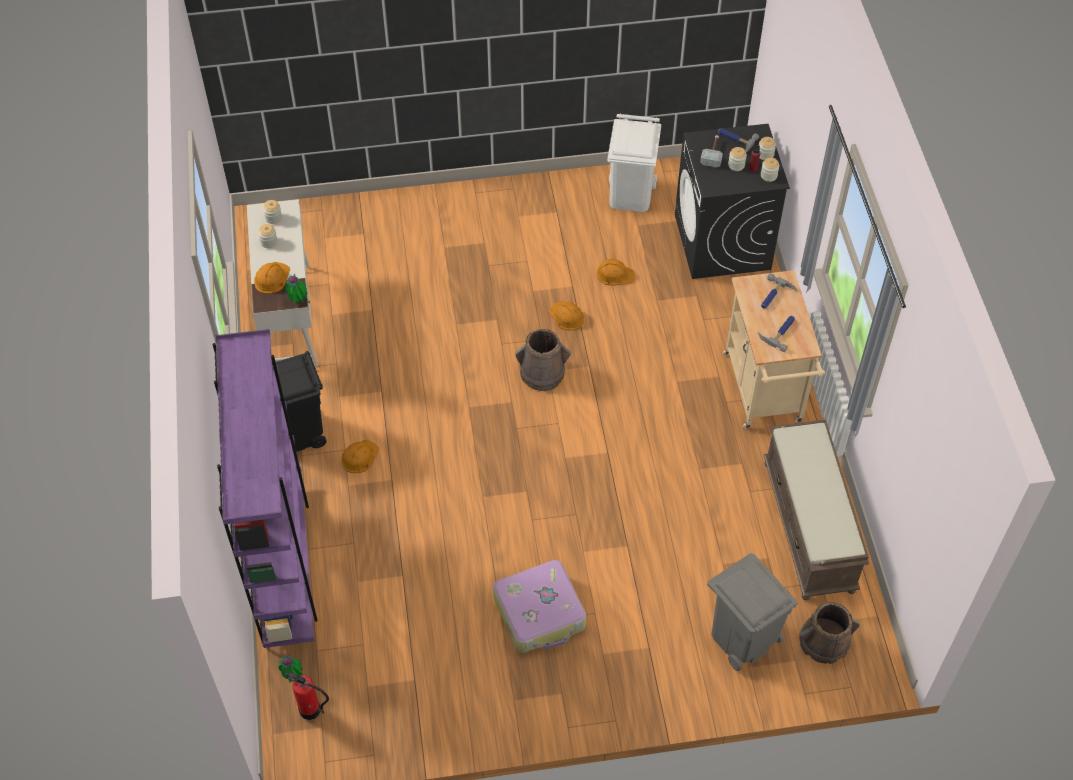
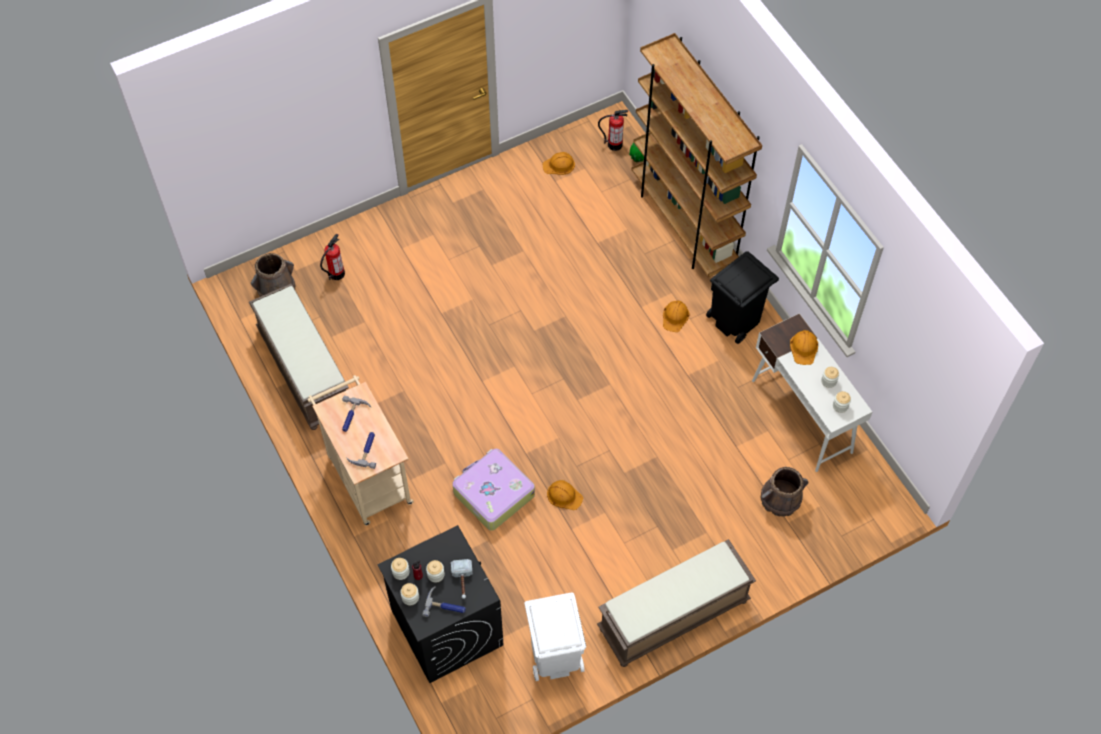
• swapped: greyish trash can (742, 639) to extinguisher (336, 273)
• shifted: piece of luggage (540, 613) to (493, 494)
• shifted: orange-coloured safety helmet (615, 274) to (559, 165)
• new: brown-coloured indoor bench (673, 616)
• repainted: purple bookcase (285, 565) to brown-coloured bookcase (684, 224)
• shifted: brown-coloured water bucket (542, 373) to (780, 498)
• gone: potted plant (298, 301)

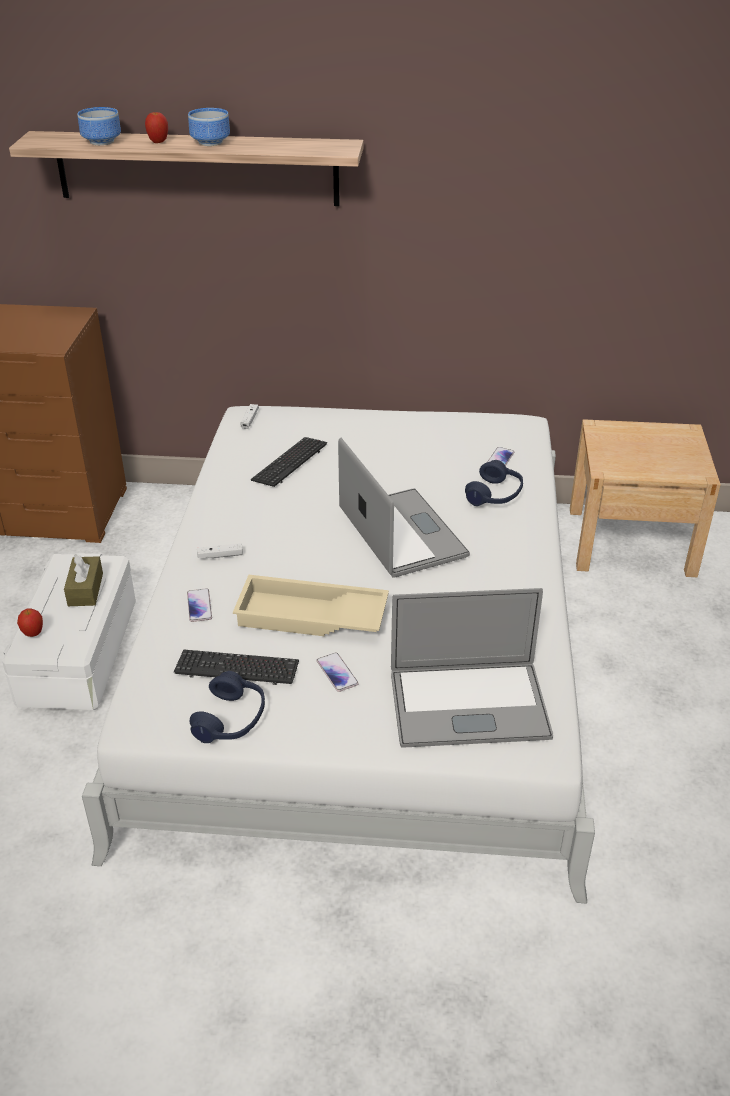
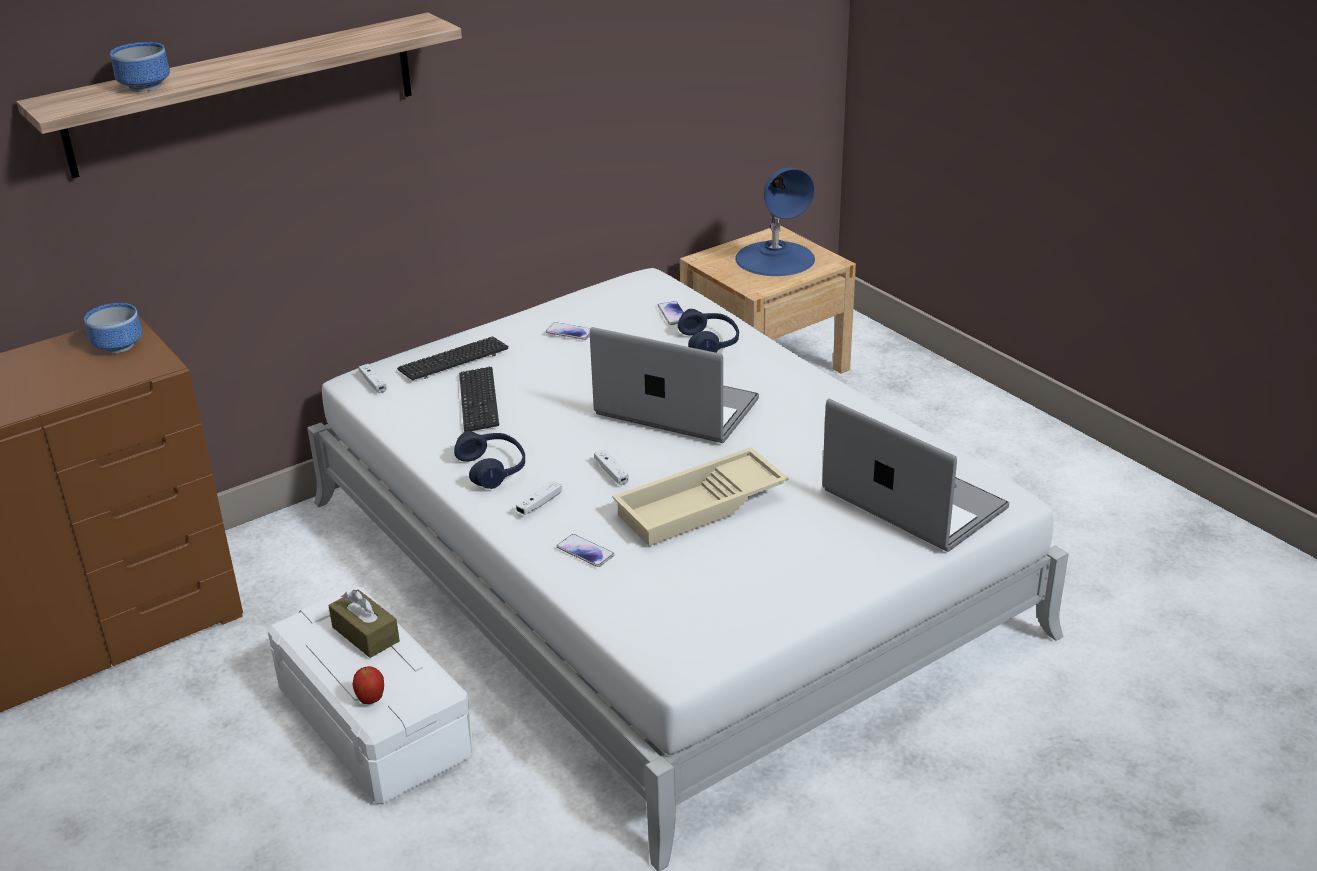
• shifted: serving bowl (210, 143) to (119, 346)
• shifted: PC keyboard (237, 669) to (453, 360)
• shifted: blue-coloured headphones (231, 719) to (493, 468)
• shifted: handset (337, 673) to (569, 332)
• new: whitish game controller (611, 472)
• new: blue-coloured table lamp (775, 258)
• rotated: notebook computer (468, 704) = (914, 500) 90 degrees counterclockwise
• gone: apple fruit (158, 142)

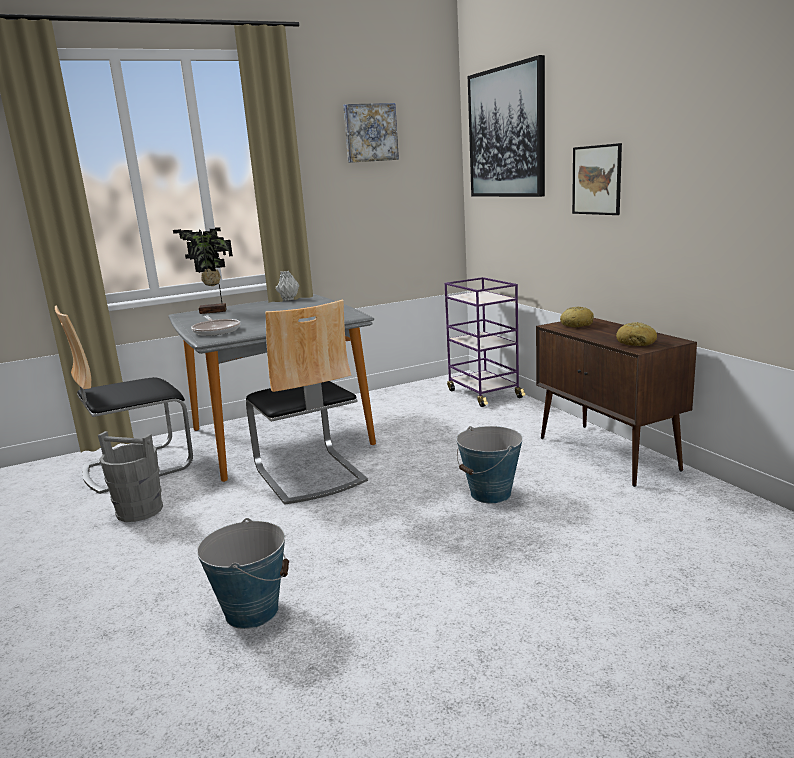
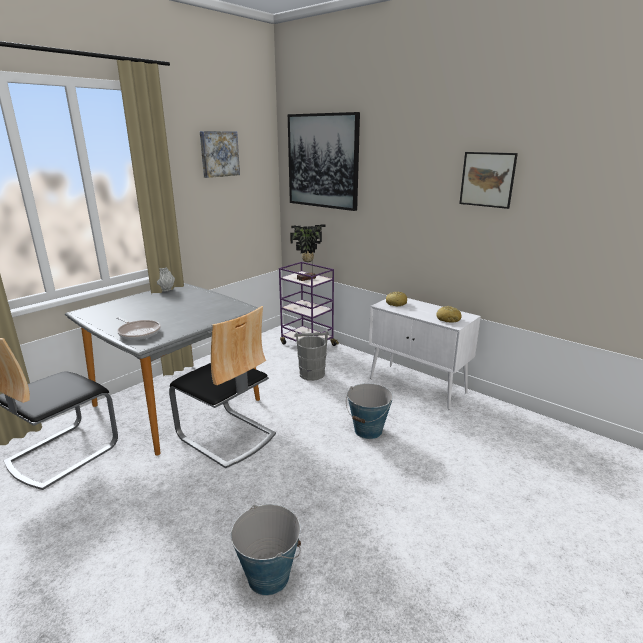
• shifted: potted plant (213, 312) to (307, 279)
• shifted: greyish water bucket (140, 511) to (312, 374)
• repainted: brown-coloured storage cabinet (608, 454) to whitish storage cabinet (418, 386)
• shifted: wall art (596, 180) to (487, 179)

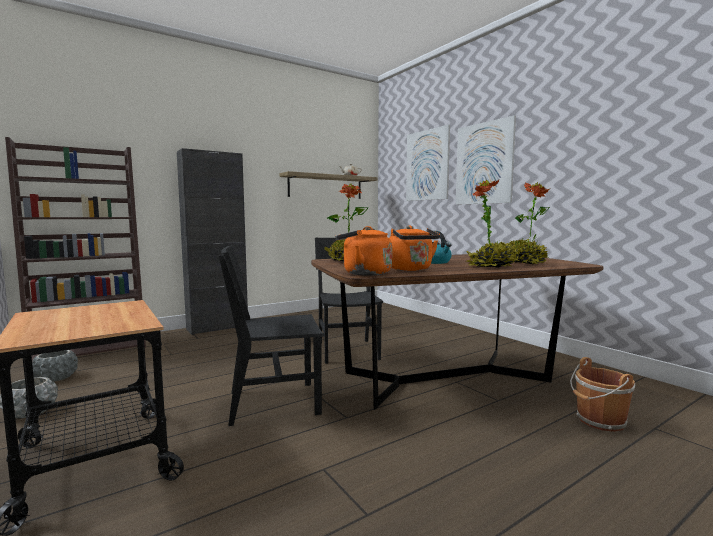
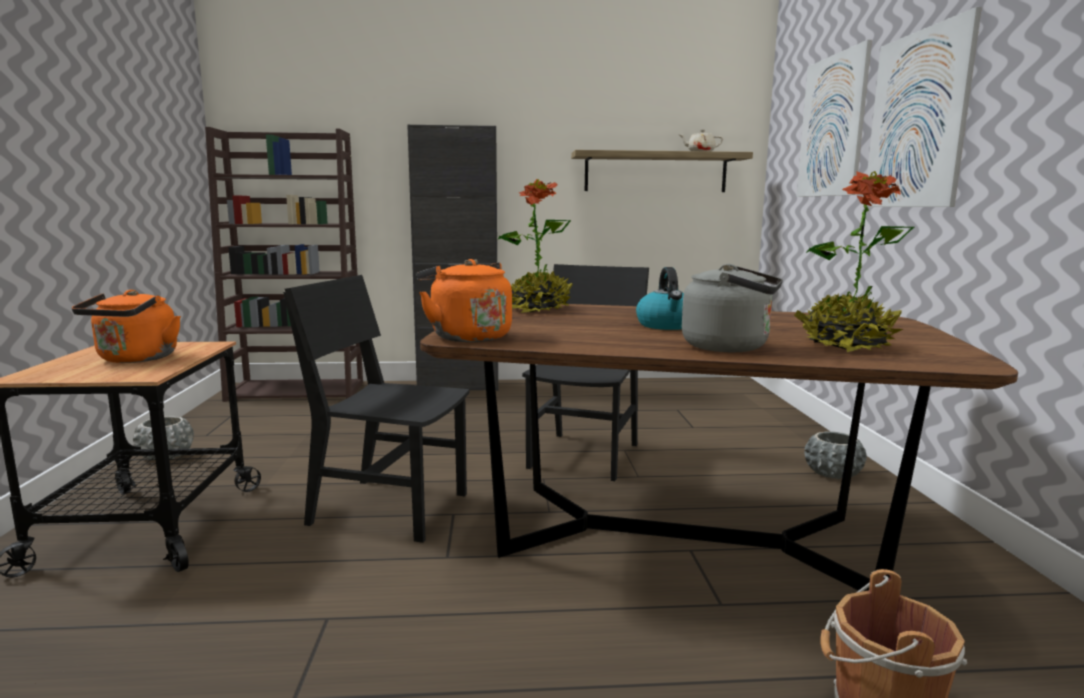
• shifted: orange-coloured water kettle (411, 269) to (135, 359)
• swapped: potted plant (491, 267) to greyish water kettle (730, 347)
• shifted: greyish plant pot (56, 378) to (832, 473)

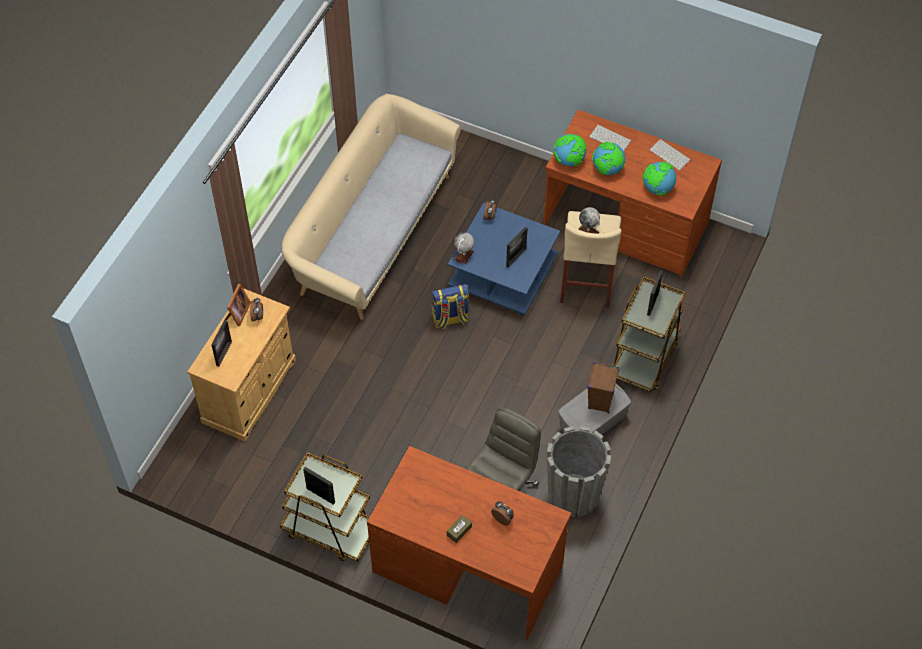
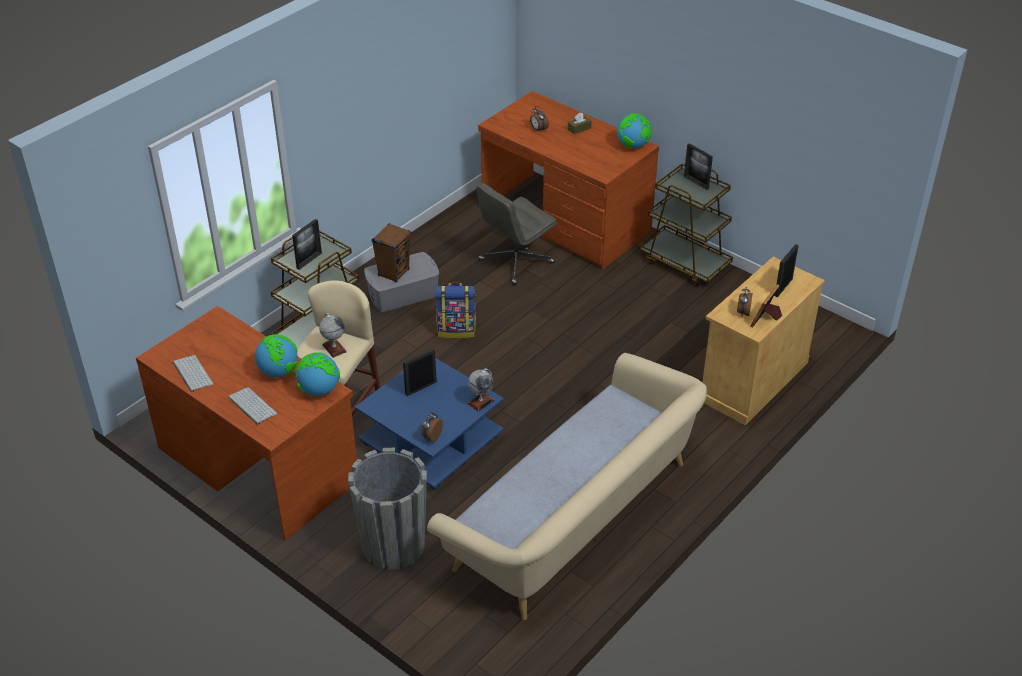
• shifted: greyish plant pot (574, 494) to (393, 545)
• shifted: knapsack (450, 319) to (456, 330)
• shifted: globe (657, 189) to (633, 146)

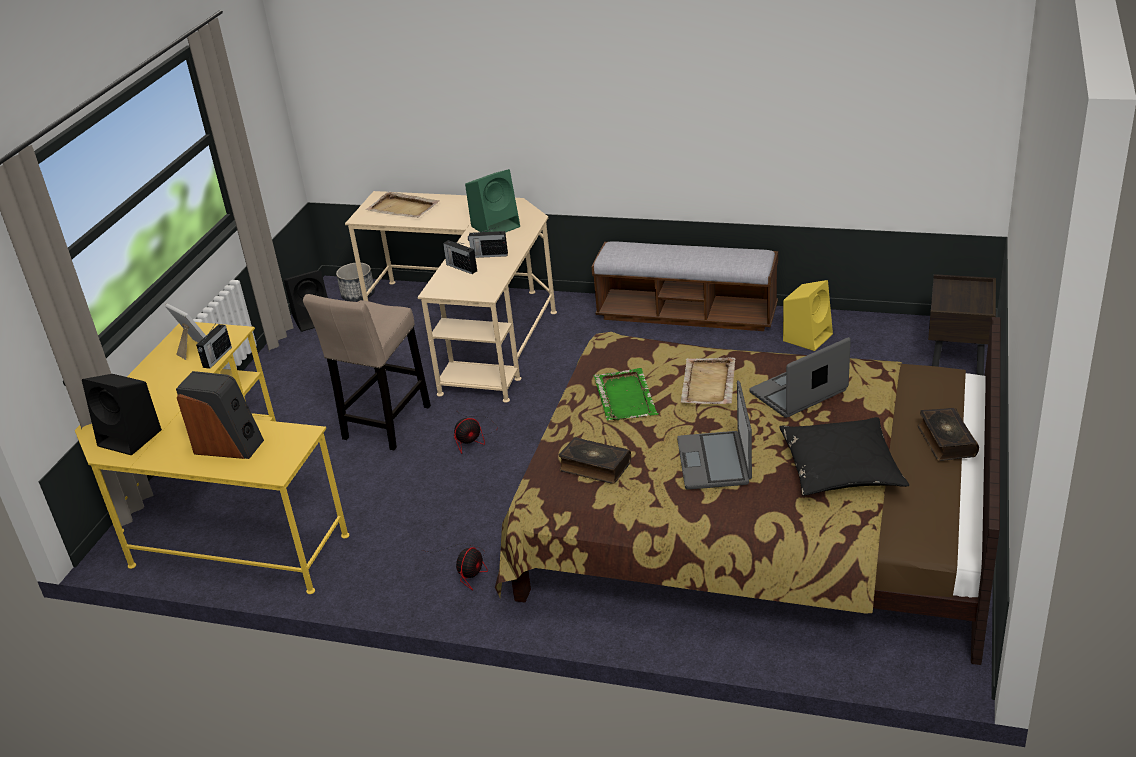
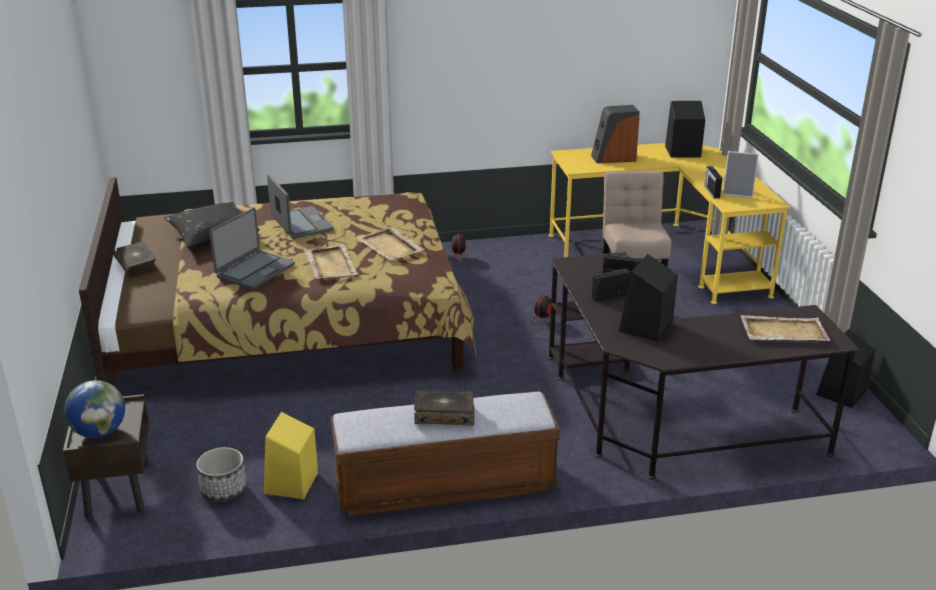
• new: globe (99, 432)
• shifted: plant pot (358, 295) to (224, 490)
• repainted: greenish tray (625, 397) to beige tray (390, 247)
• shifted: volume (594, 467) to (444, 414)
• repainted: beige desk unit (473, 326) to black desk unit (666, 420)
• repainted: greenish audio speaker (496, 226) to black audio speaker (645, 328)

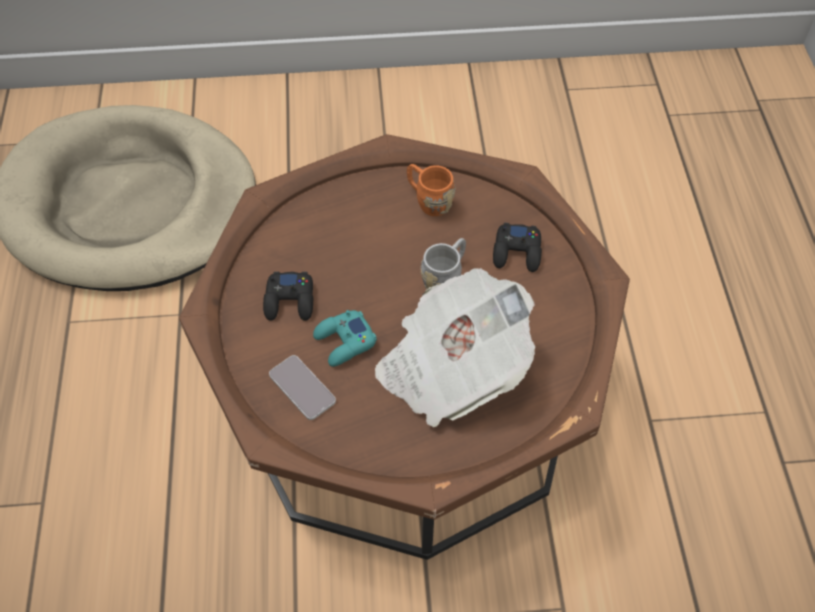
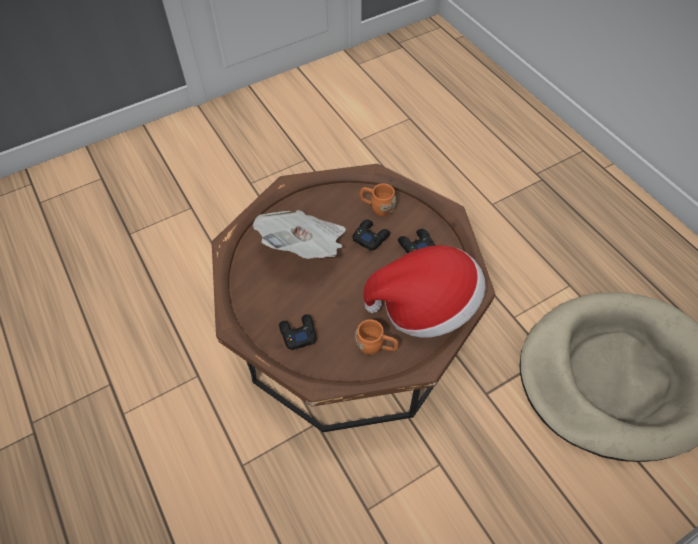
• repainted: blue-green game controller (344, 342) to black game controller (370, 237)
• swapped: handset (302, 388) to orange-coloured mug (377, 207)
• new: wearable hat (424, 306)
• gone: greyish mug (446, 277)

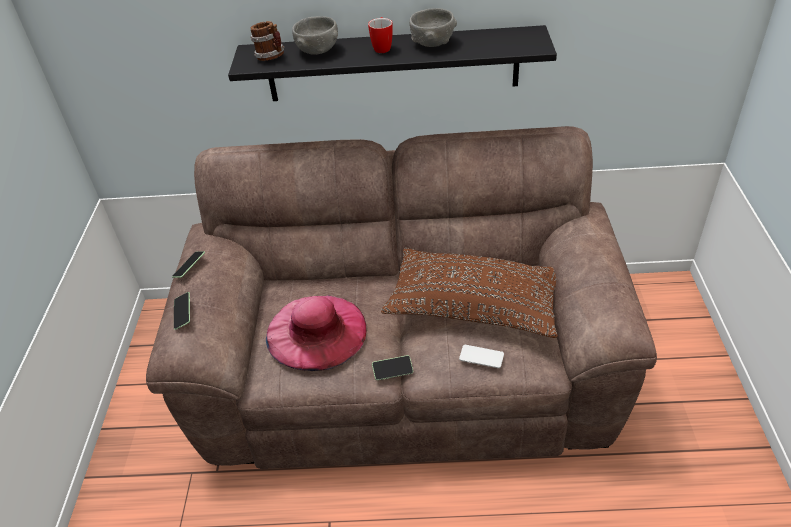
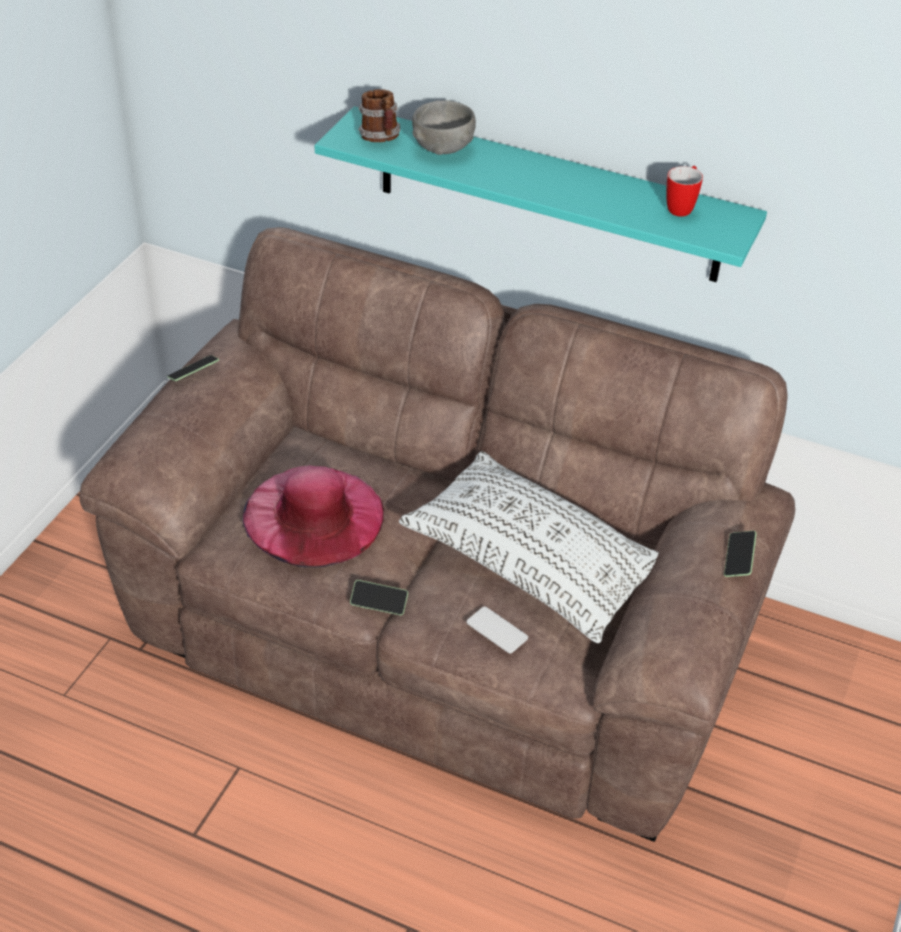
• repainted: black shelf (392, 64) to blue-green shelf (548, 195)
• repainted: brown-coloured throw pillow (474, 305) to whitish throw pillow (533, 563)
• shifted: mug (382, 47) to (682, 207)
• shifted: handset (183, 314) to (738, 559)
• gone: greyish serving bowl (432, 43)

